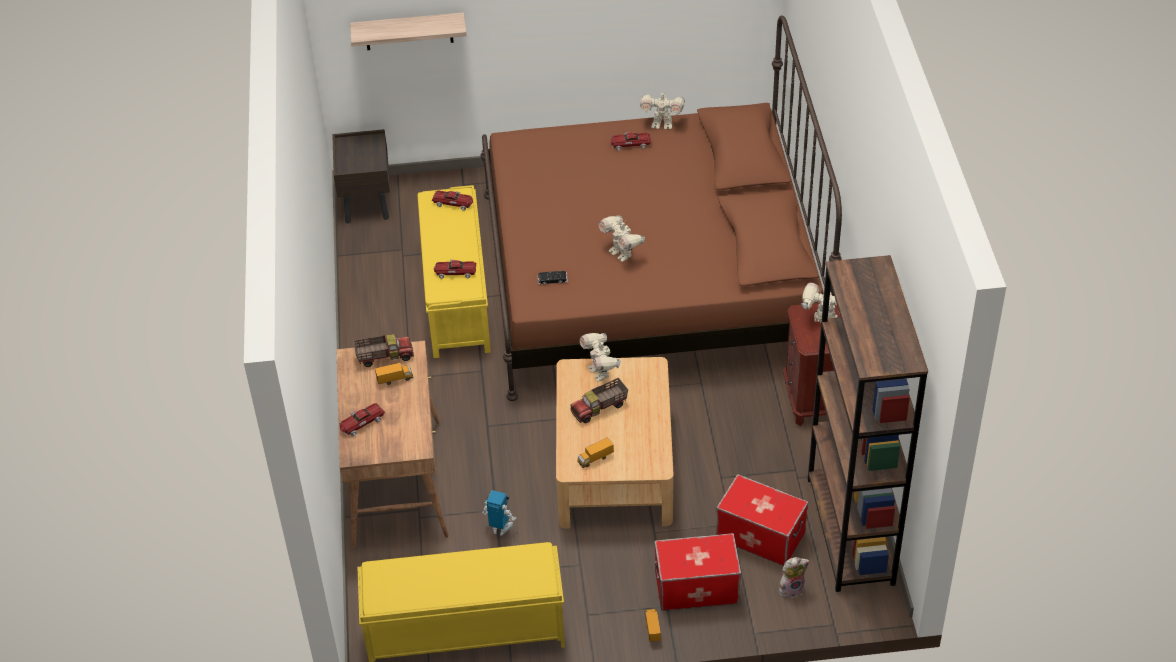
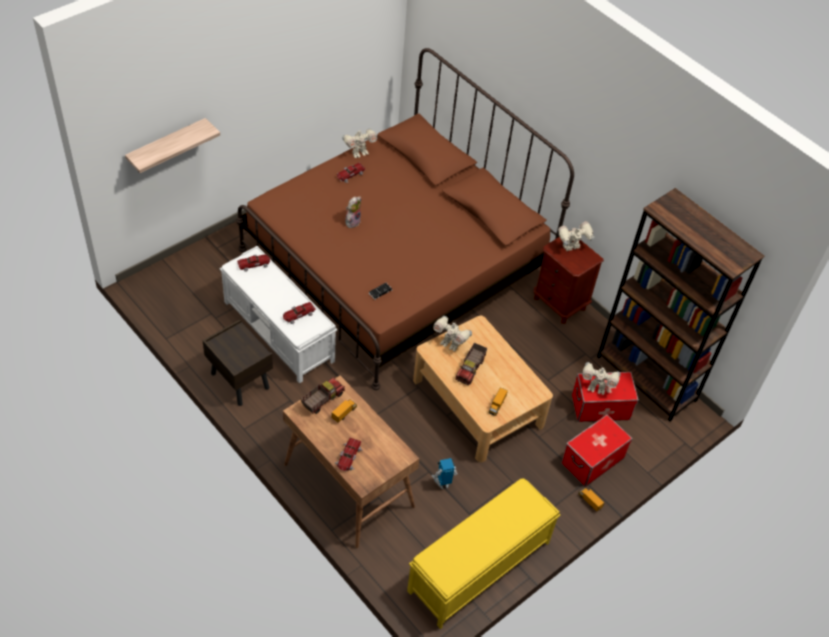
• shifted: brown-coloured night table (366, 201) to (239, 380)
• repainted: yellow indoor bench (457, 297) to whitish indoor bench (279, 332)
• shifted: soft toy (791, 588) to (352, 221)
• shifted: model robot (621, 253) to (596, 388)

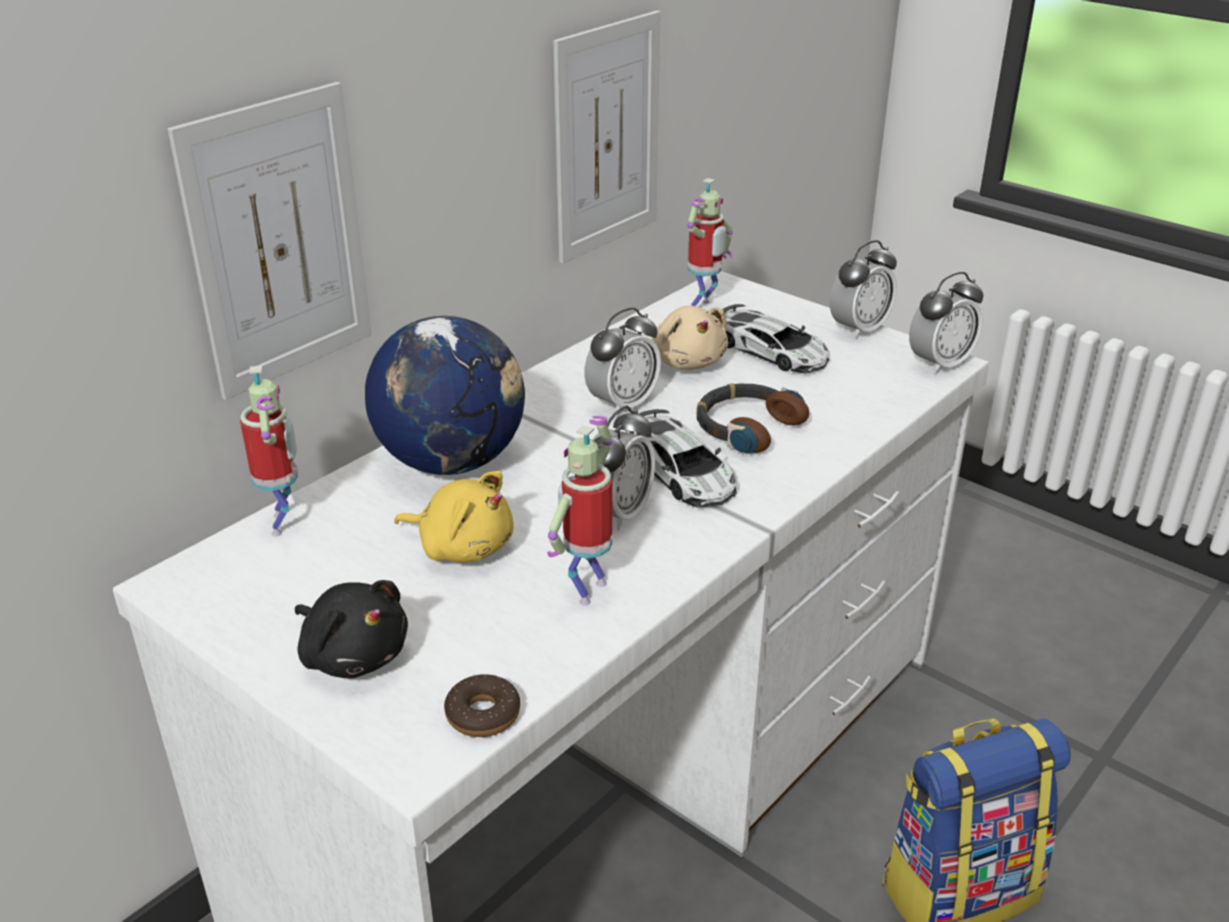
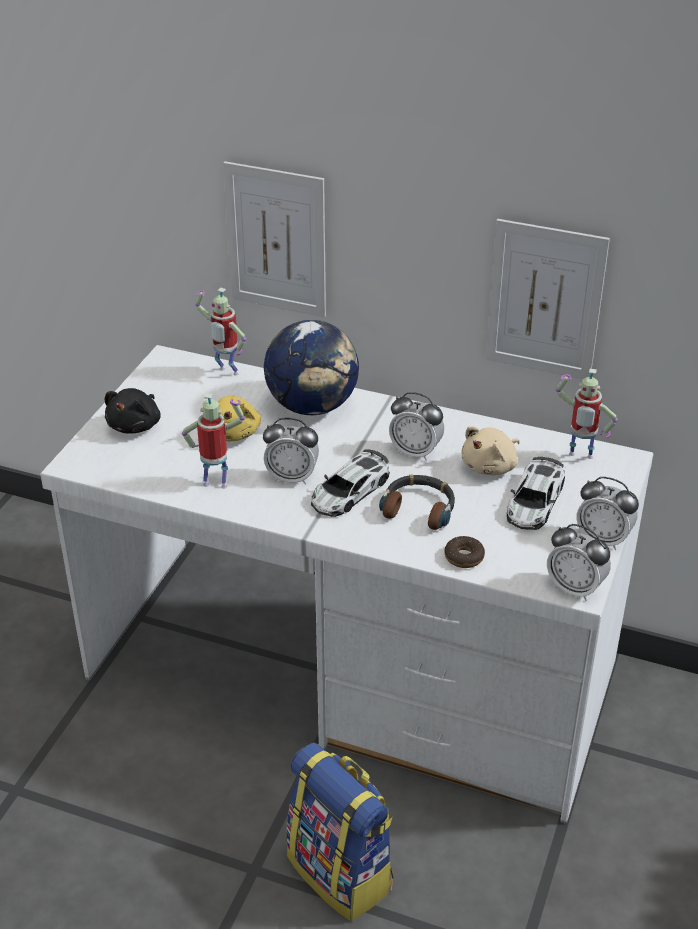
• rotated: model robot (284, 524) = (226, 373) 60 degrees clockwise
• shifted: doughnut (483, 714) to (464, 557)

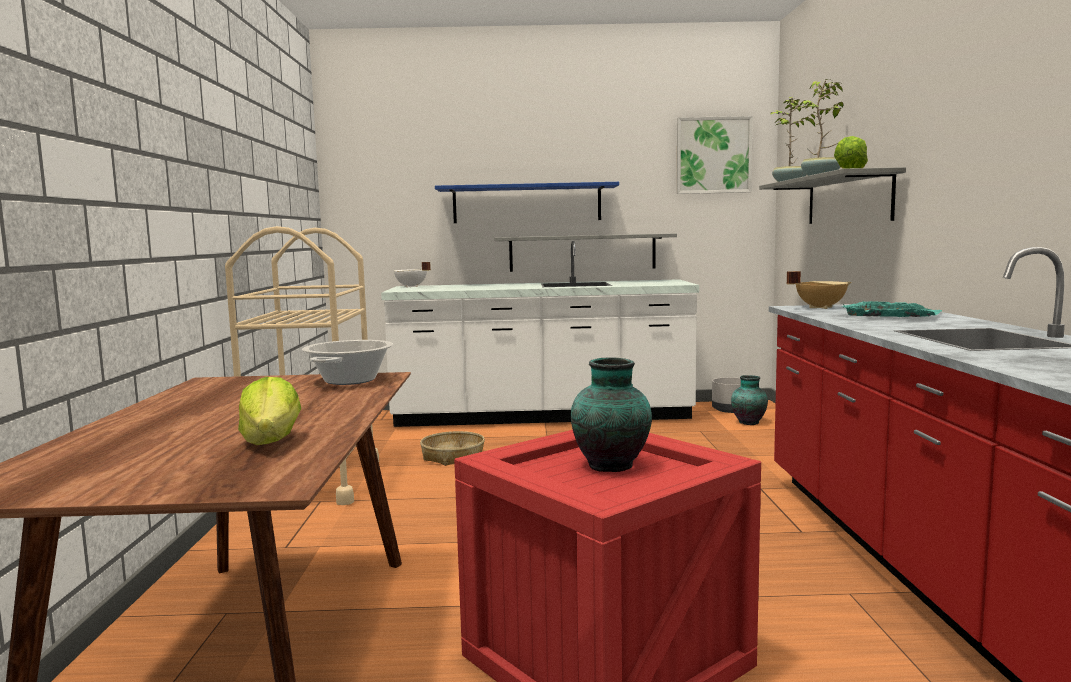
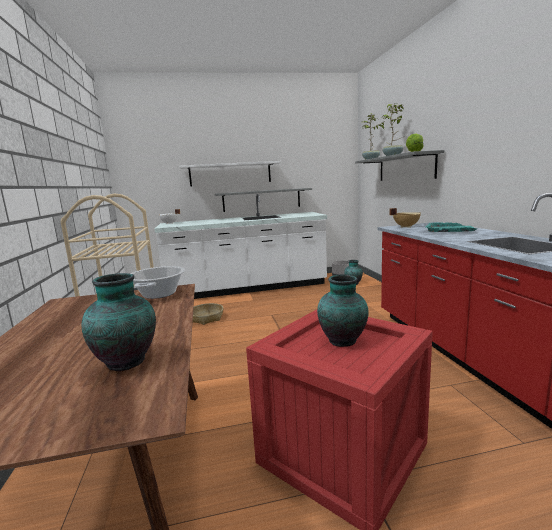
• swapped: head of lettuce (272, 441) to flower vase (127, 361)
• repainted: blue-coloured shelf (527, 204) to whitish shelf (230, 174)
• gone: wall art (713, 155)

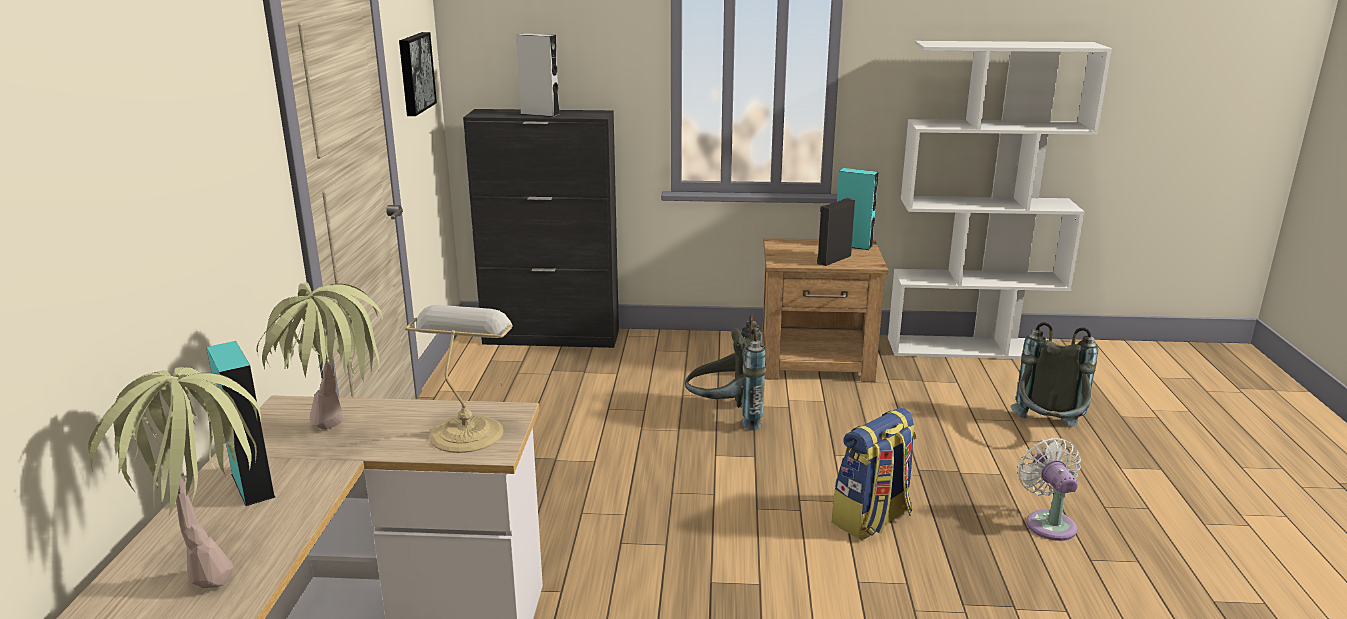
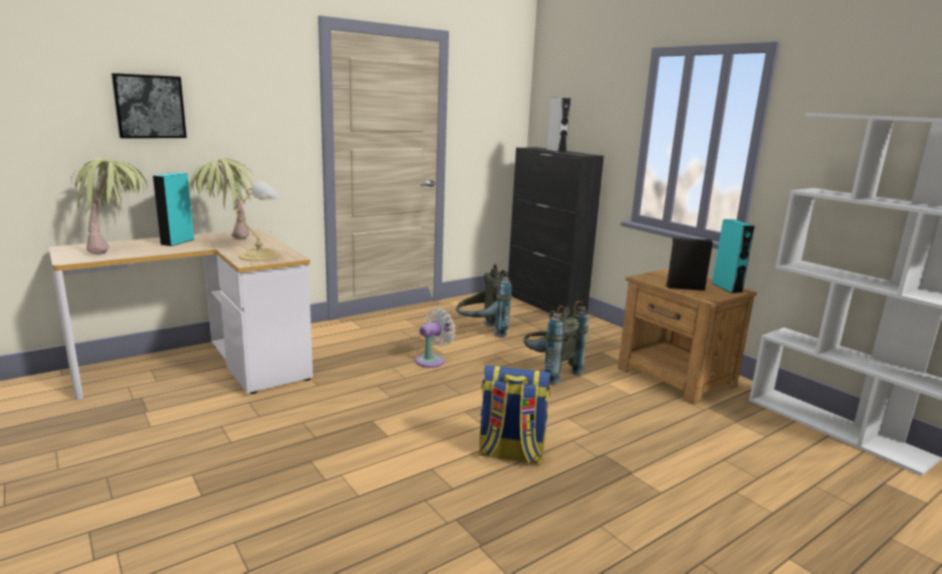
• shifted: wall art (414, 73) to (149, 106)
• shifted: whitish electric fan (1048, 522) to (432, 360)
• shifted: greyish knapsack (1047, 431) to (481, 332)

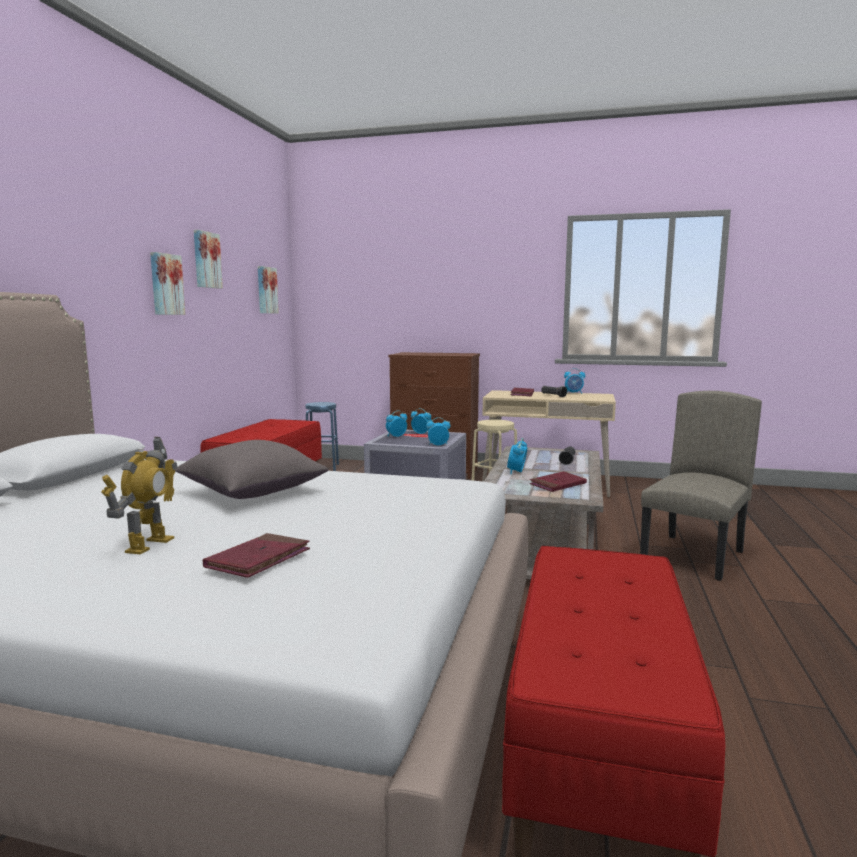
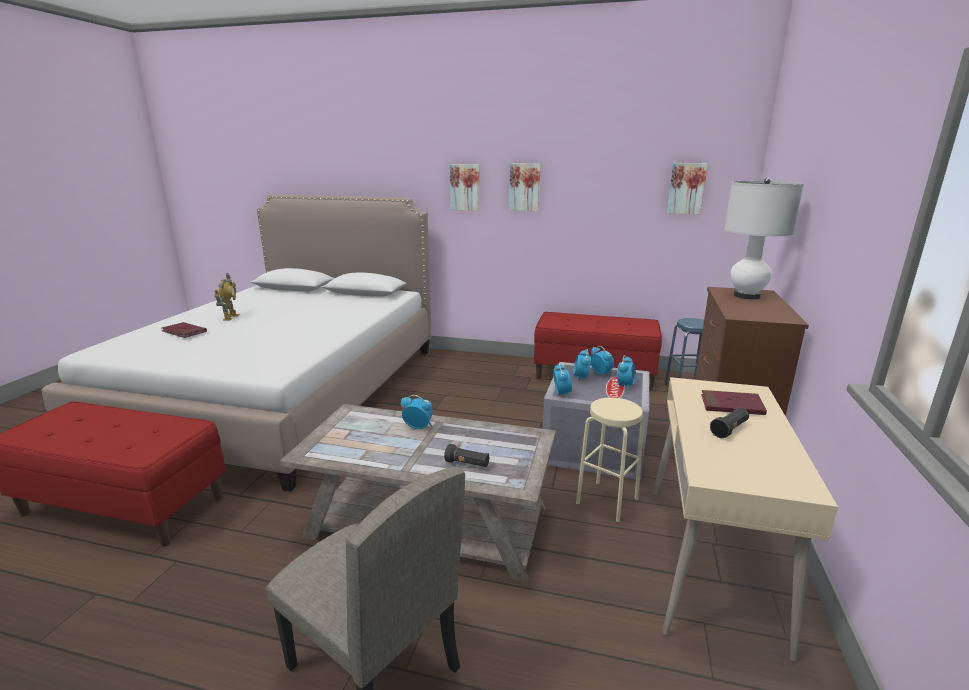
• rotated: model robot (149, 545) = (230, 317) 105 degrees counterclockwise
• shifted: wall art (206, 260) to (465, 187)
• shifted: table clock (574, 393) to (581, 378)
• new: whitish table lamp (746, 296)
• gone: greyish throw pillow (252, 493)
• gone: red volume (558, 484)

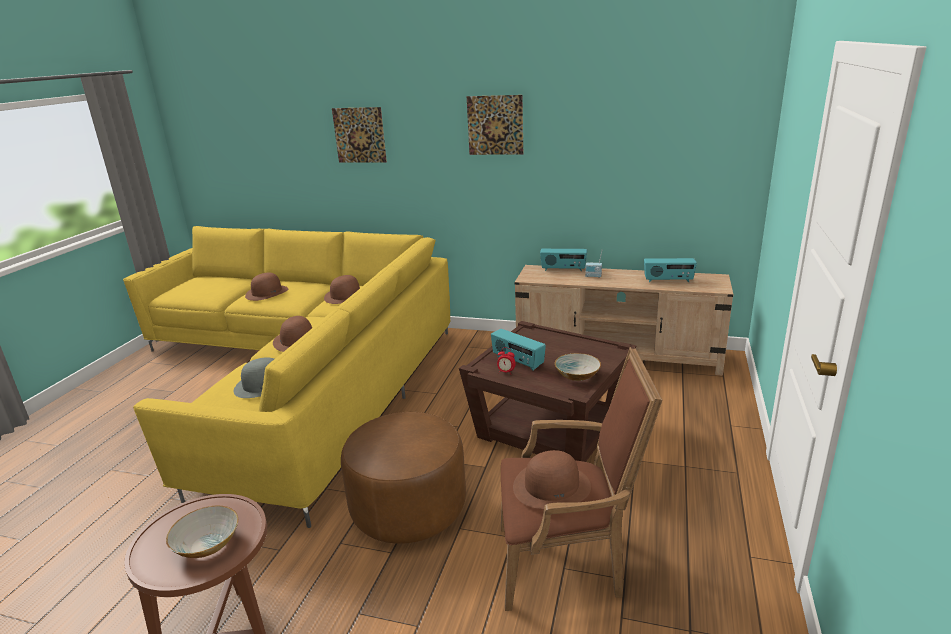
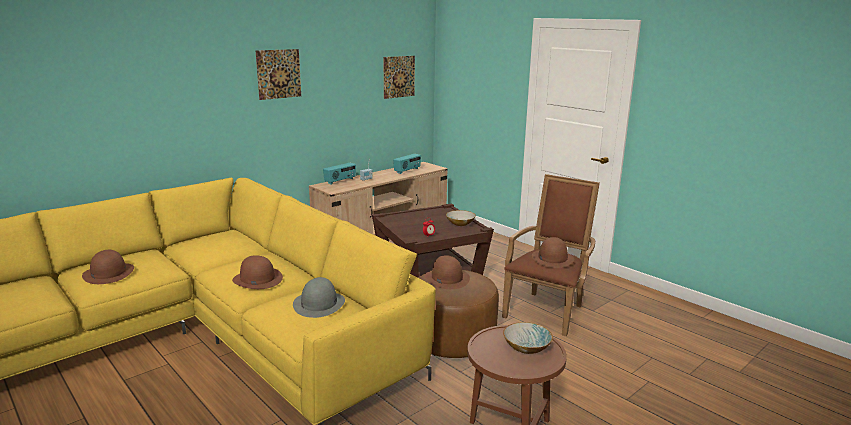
• shifted: wall art (359, 135) to (399, 76)
• shifted: brown-coloured wearable hat (345, 295) to (446, 278)
• gone: radio receiver (517, 361)

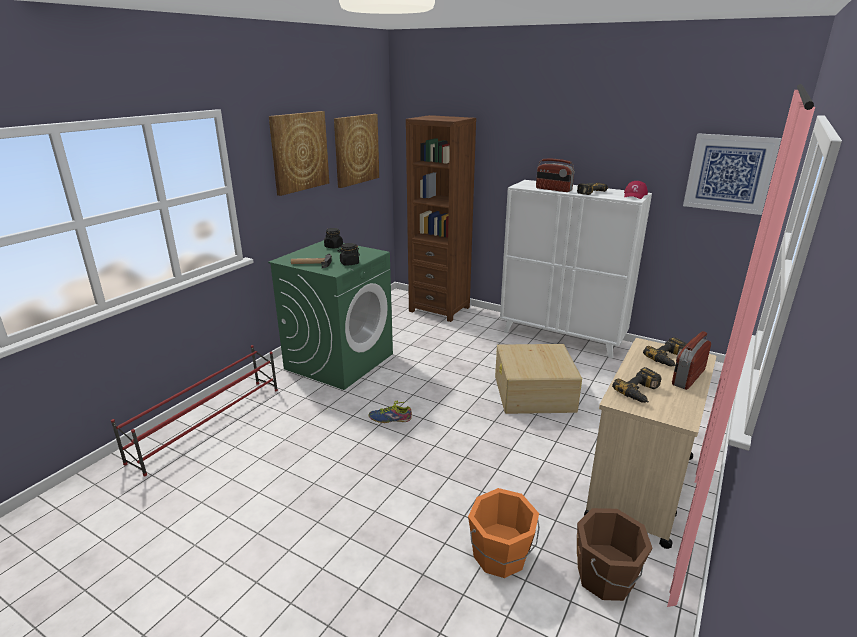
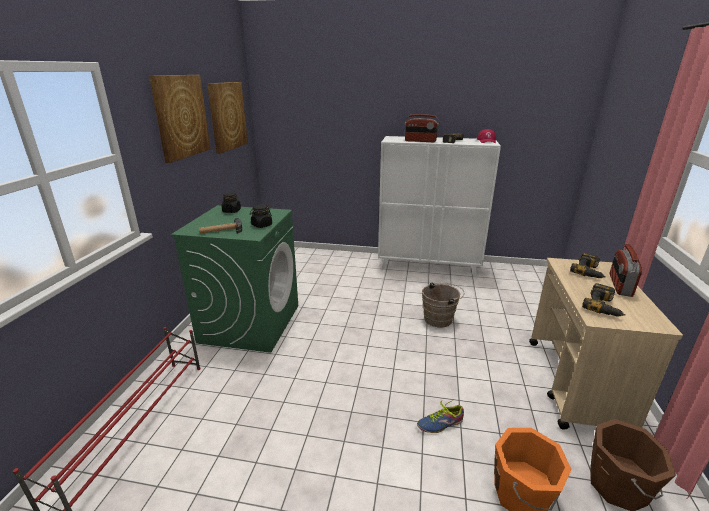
• shifted: shoe (390, 419) to (440, 423)
• swapped: beige storage container (534, 393) to brown-coloured water bucket (440, 319)
• gone: brown-coloured bookcase (439, 309)
• gone: wall art (729, 173)

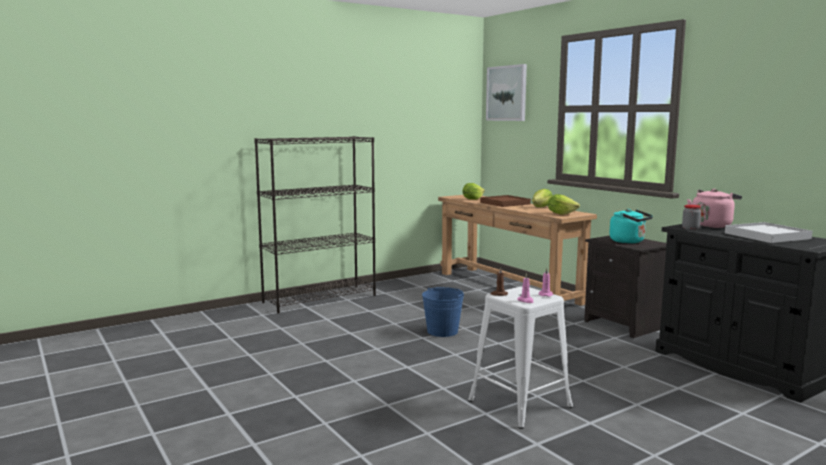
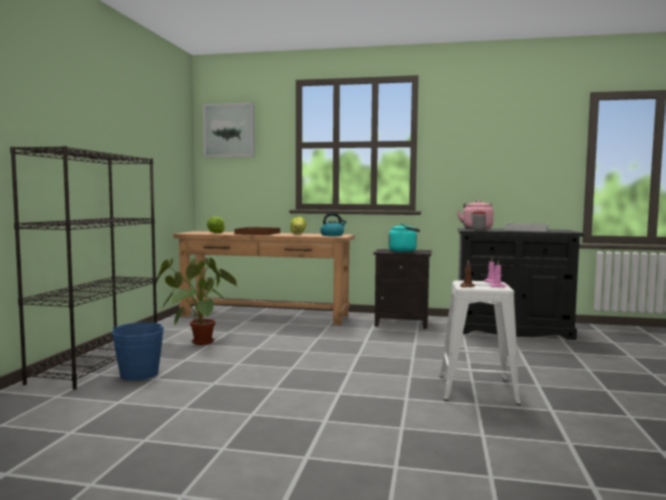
• shifted: blue-coloured water bucket (442, 331) to (139, 374)
• new: potted plant (197, 340)
• swapped: head of lettuce (561, 214) to water kettle (332, 235)

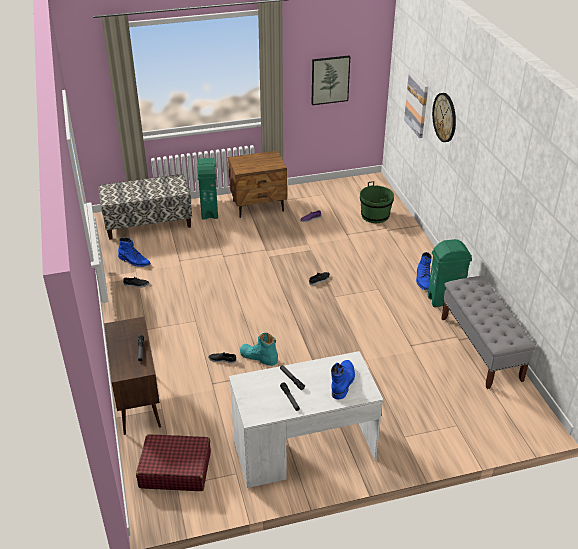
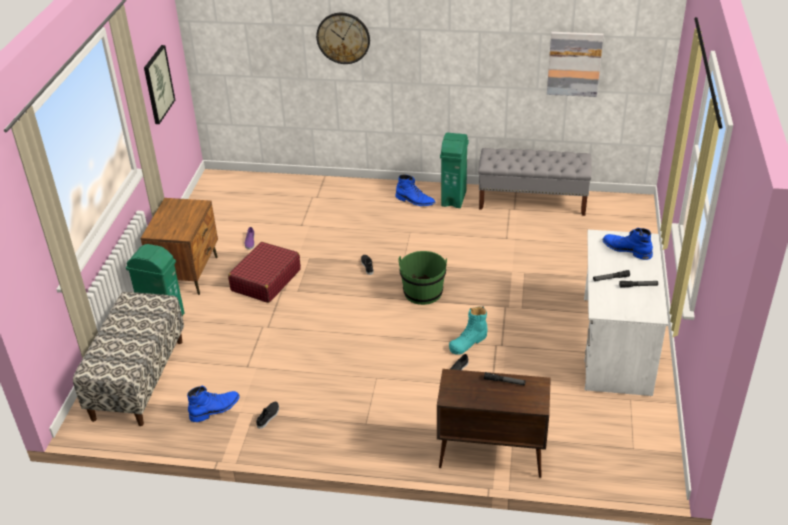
• shifted: red piece of luggage (175, 469) to (265, 280)
• shifted: greenish water bucket (375, 216) to (423, 292)
• shifted: wall art (417, 103) to (574, 63)

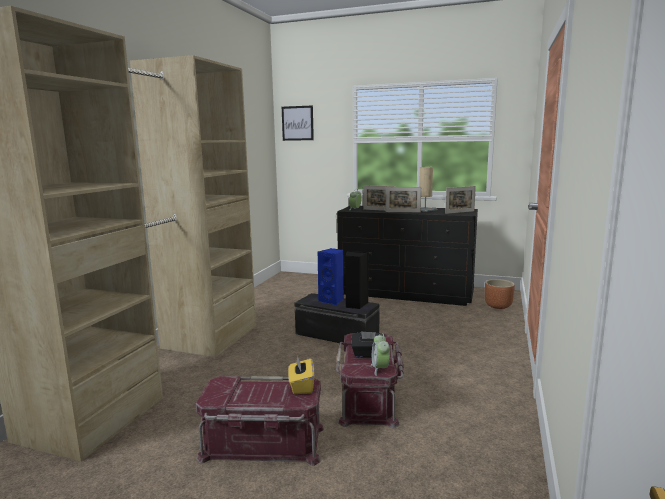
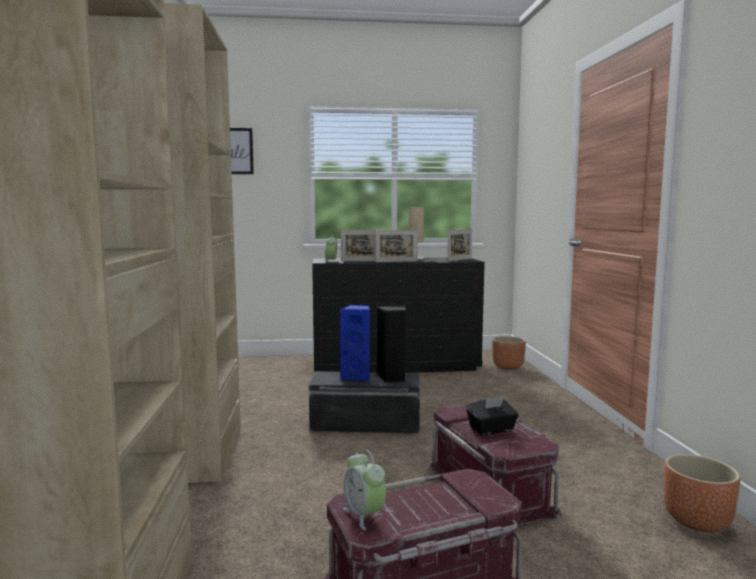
• shifted: table clock (380, 369) to (364, 515)
• new: brown-coloured plant pot (696, 521)
• gone: yellow box of tissues (301, 386)

